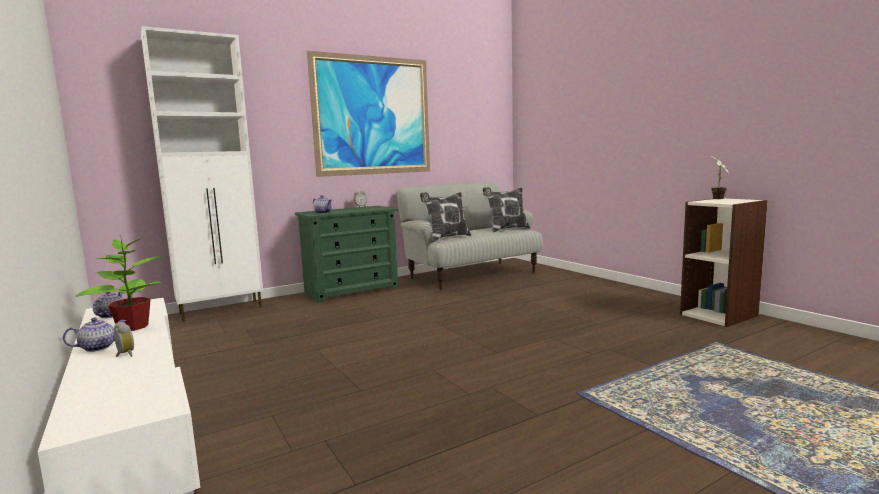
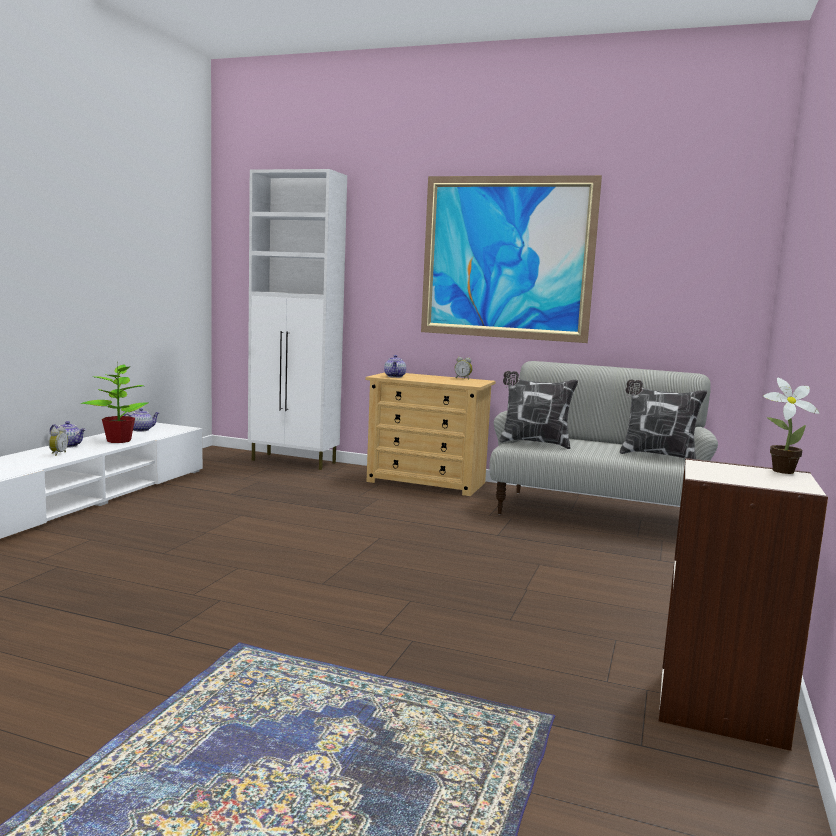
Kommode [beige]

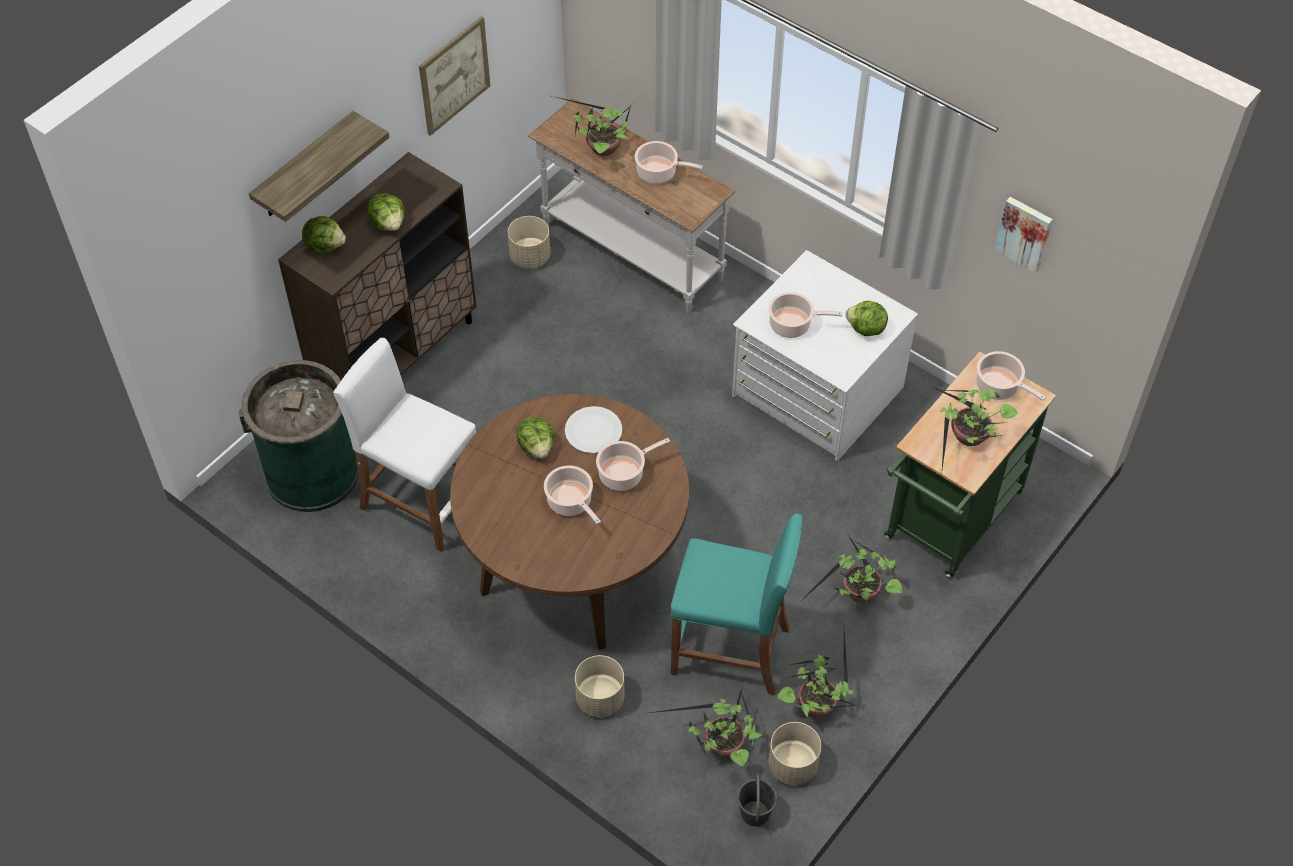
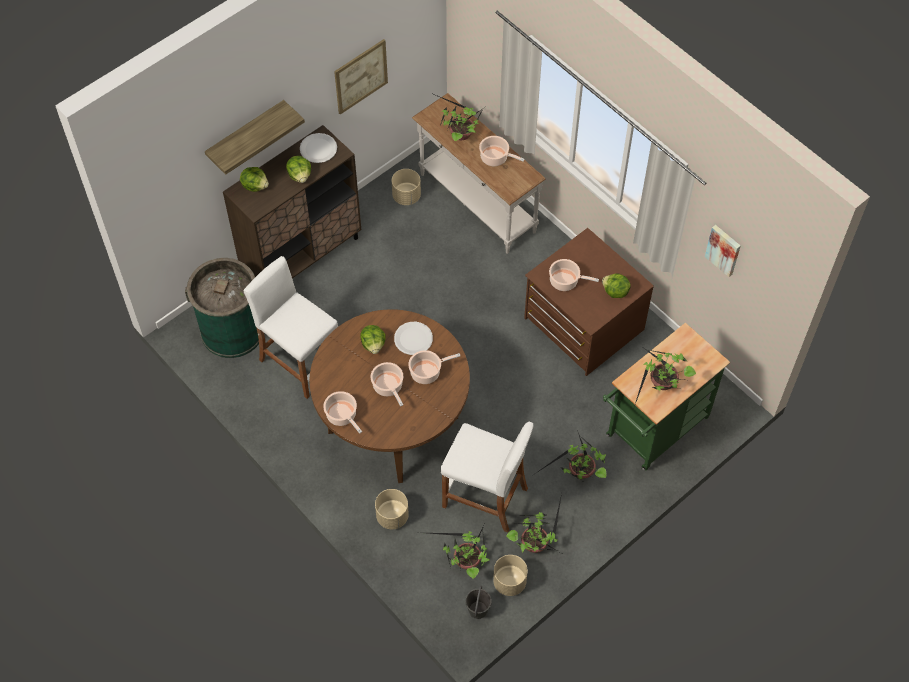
Kommode [braun]
Kochtopf (no. 1 from left)
Hocker [weiß] (no. 2 from left)
Teller [weiß] (no. 1 from left)

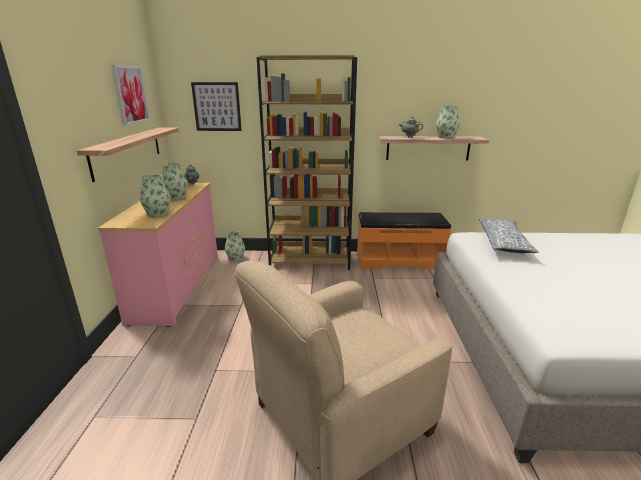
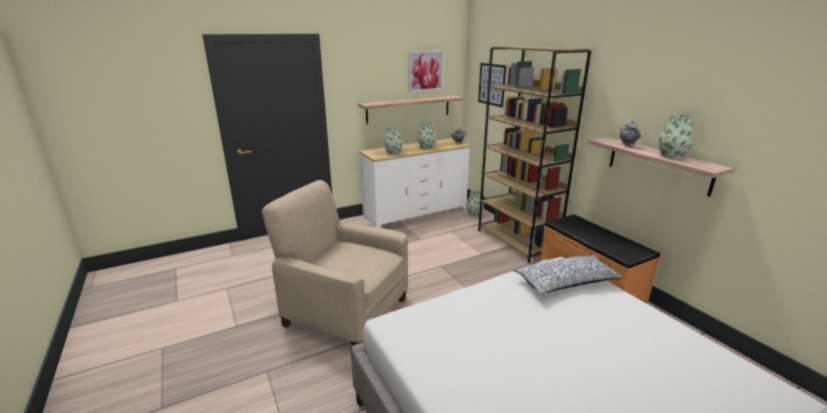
Kommode [weiß]

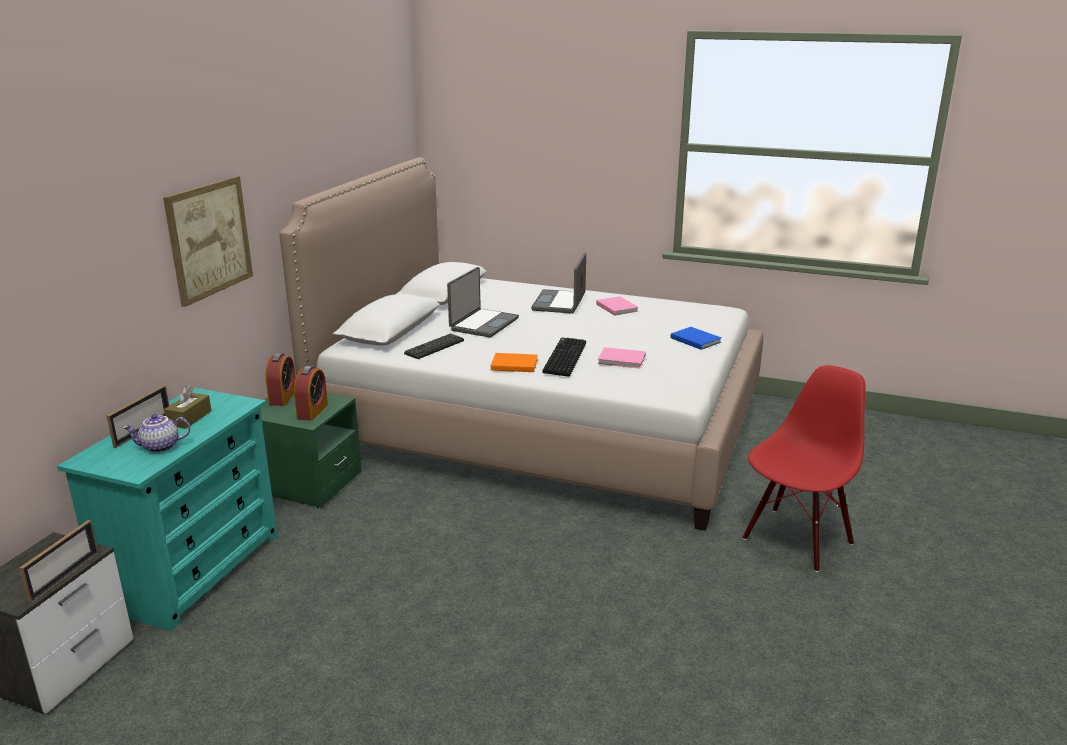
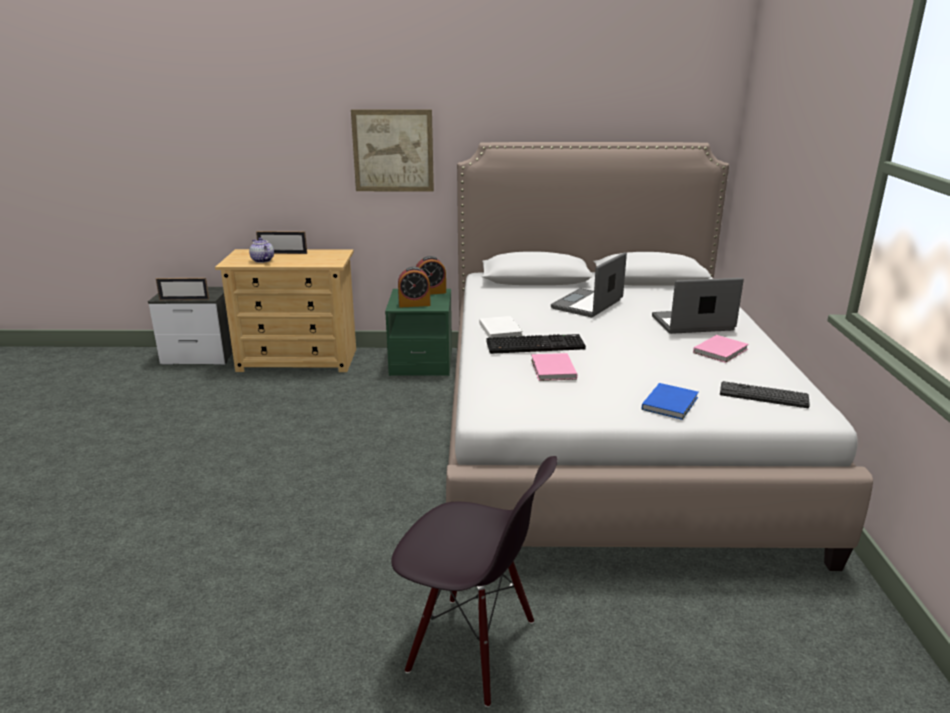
Laptop (no. 1 from left)
Tastatur (no. 2 from left)
Buch [weiß]
Stuhl [schwarz]
Taschentuchbox [braun]
Kommode [beige]

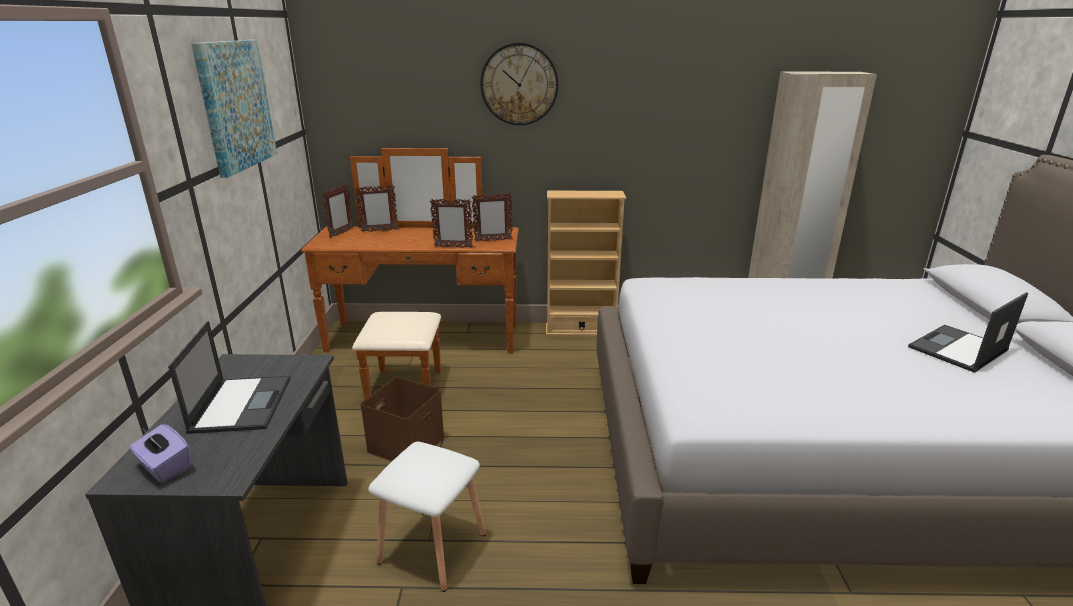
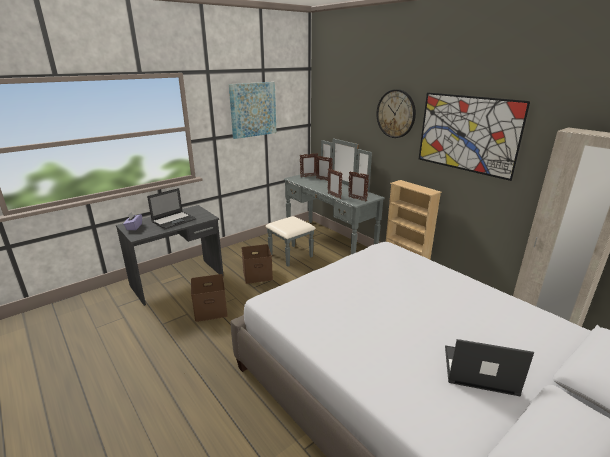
Kommode [grau]
Aufbewahrungsbox [braun] (no. 1 from left)
Bild (no. 2 from left)

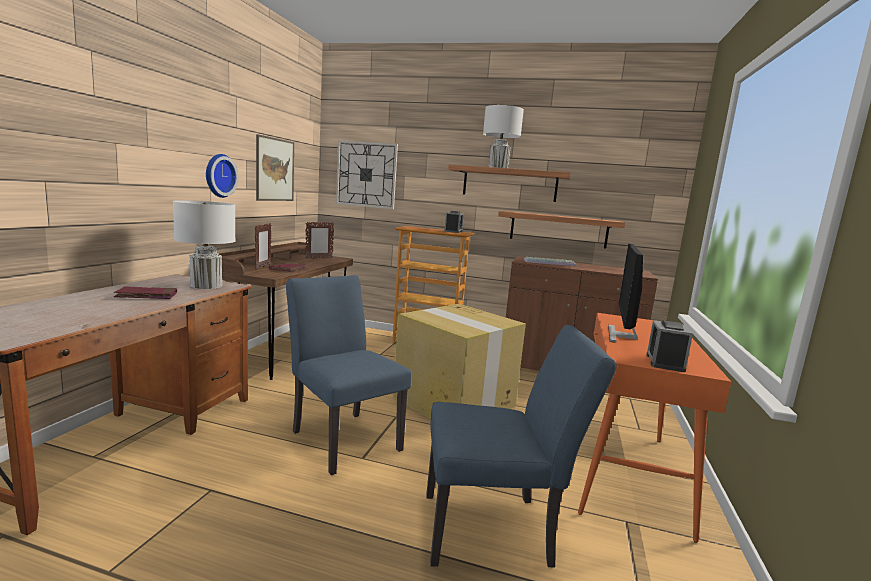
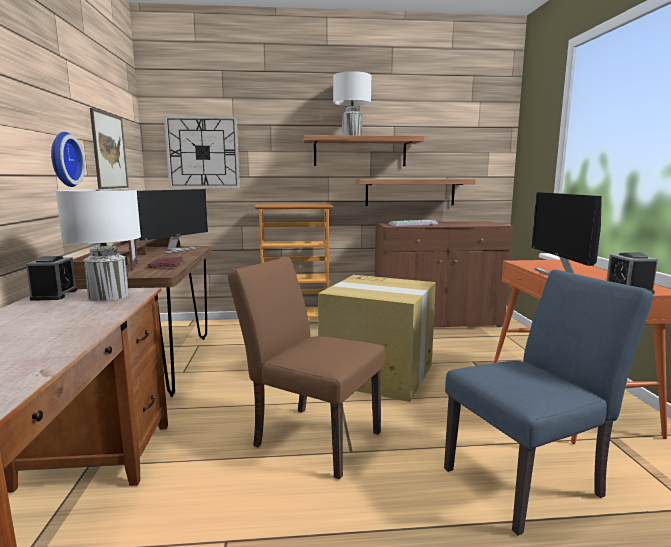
Wecker (no. 1 from left)
Monitor (no. 1 from left)
Stuhl [braun]
Buch [rot] (no. 1 from left in the first image)

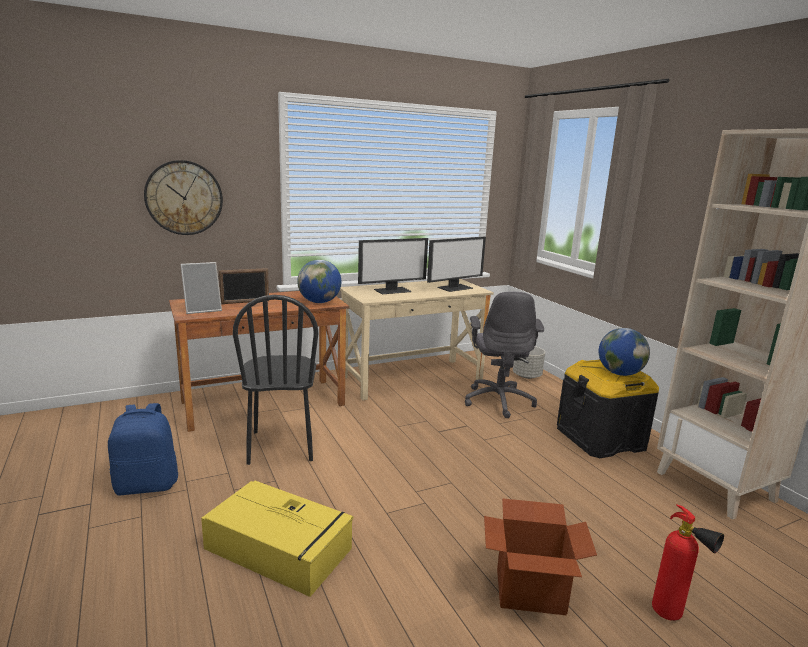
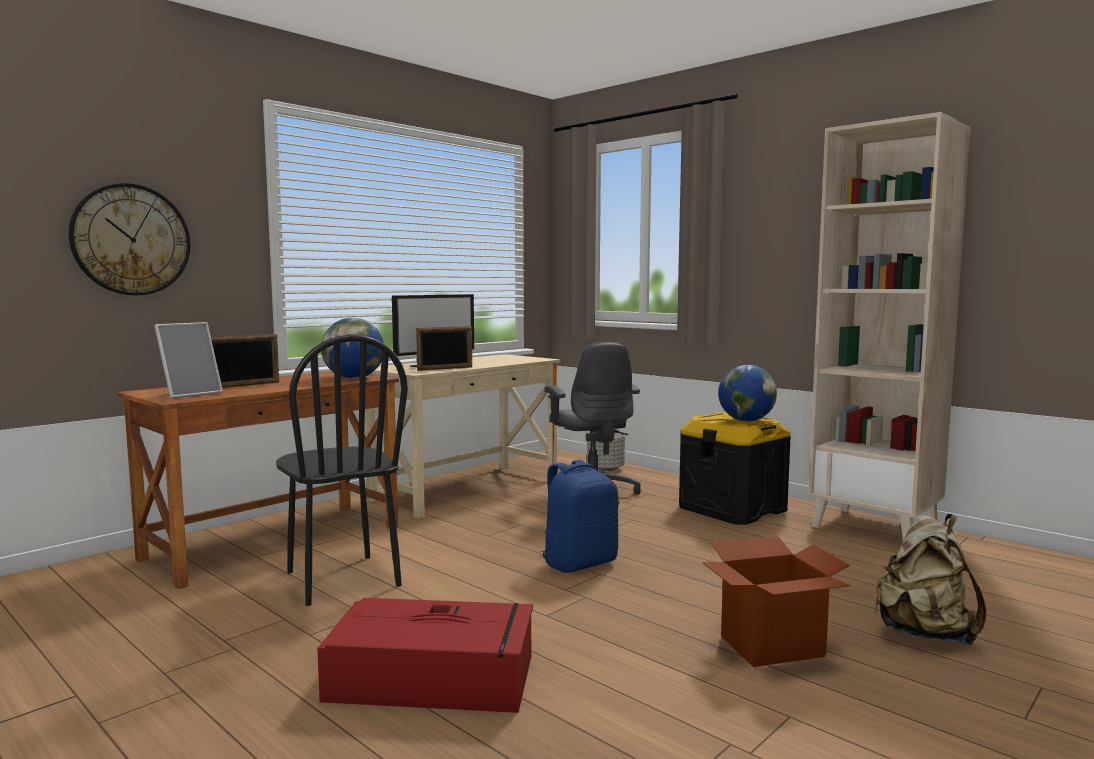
Monitor (no. 2 from left in the first image)
Rucksack [blau]
Aufbewahrungsbox [rot]
Rucksack [beige]
Bilderrahmen (no. 3 from left)

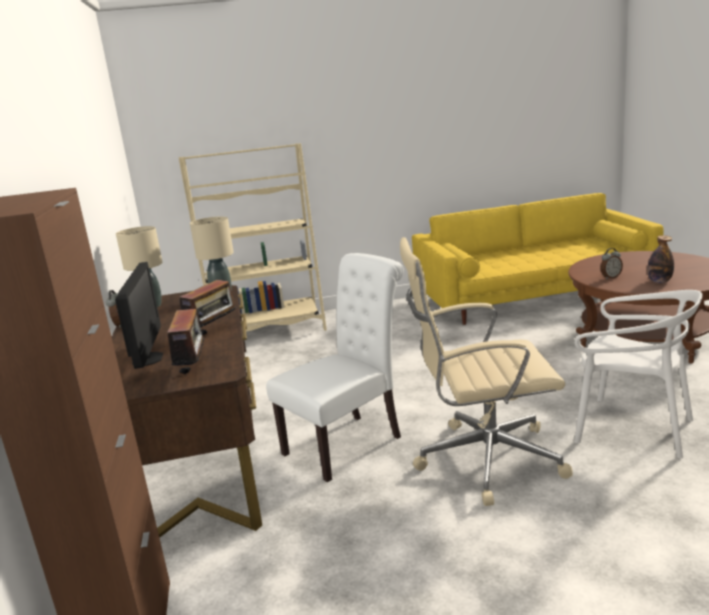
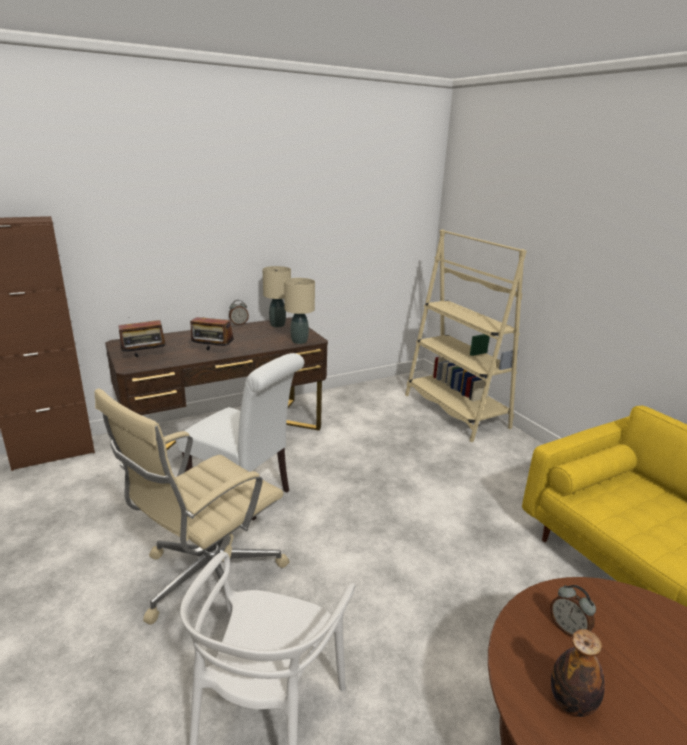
Bürostuhl [beige]
Monitor

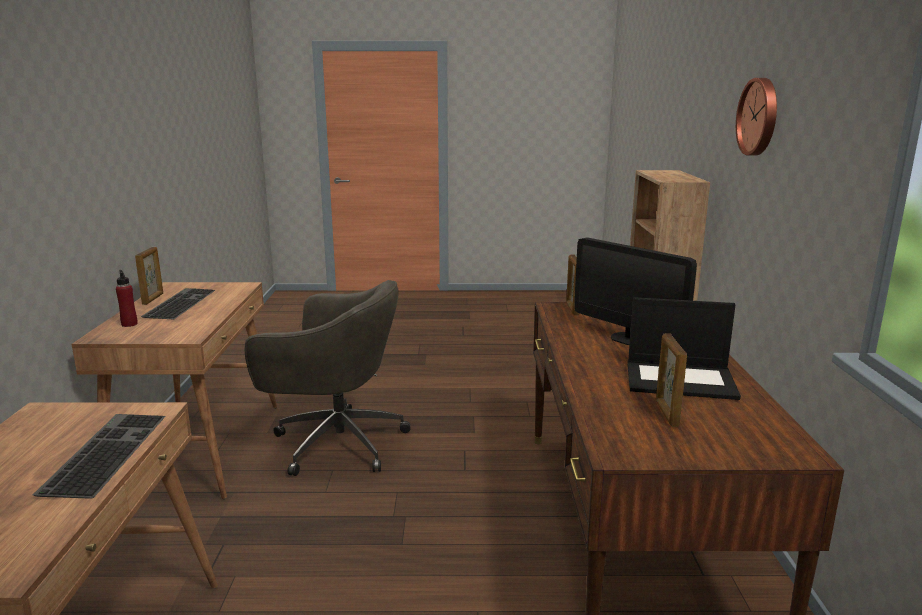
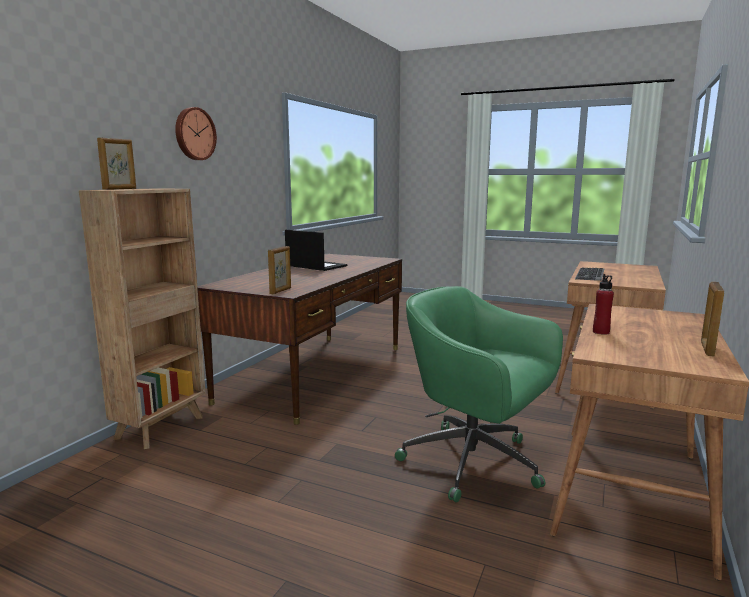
Monitor
Flasche [rot]
Bürostuhl [grün]
Tastatur (no. 2 from left in the first image)
Bilderrahmen (no. 1 from left)

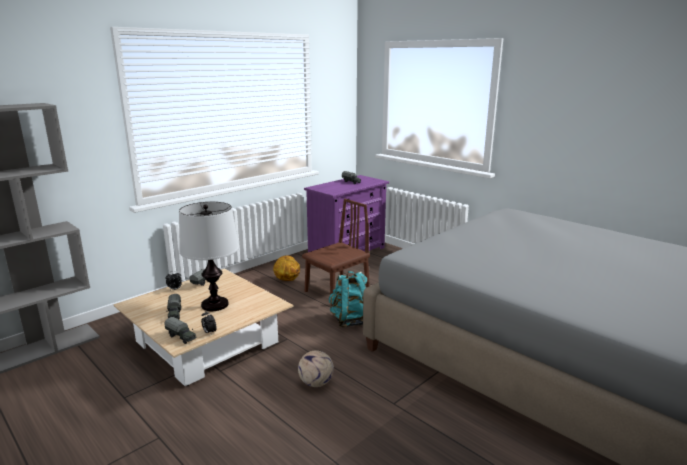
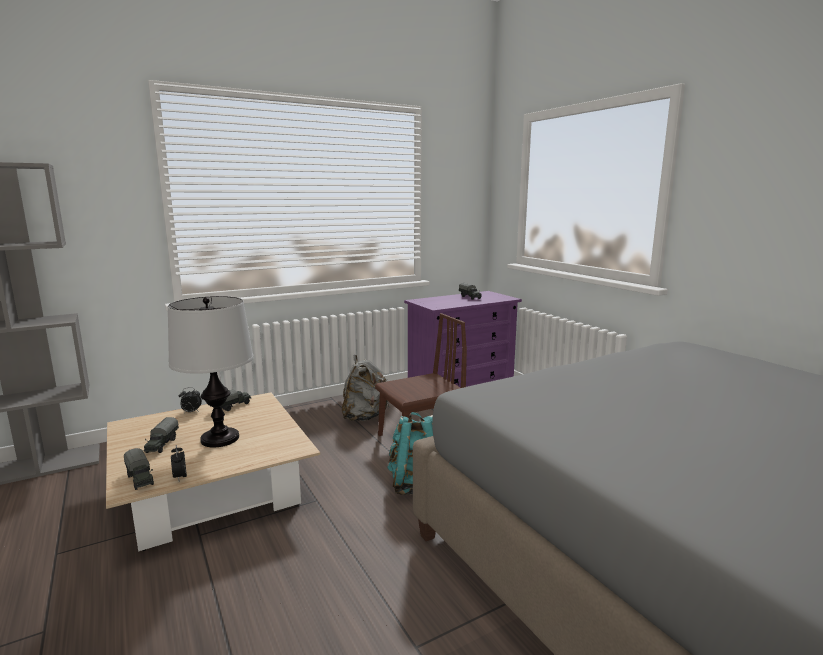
Rucksack [grau]
Fußball

